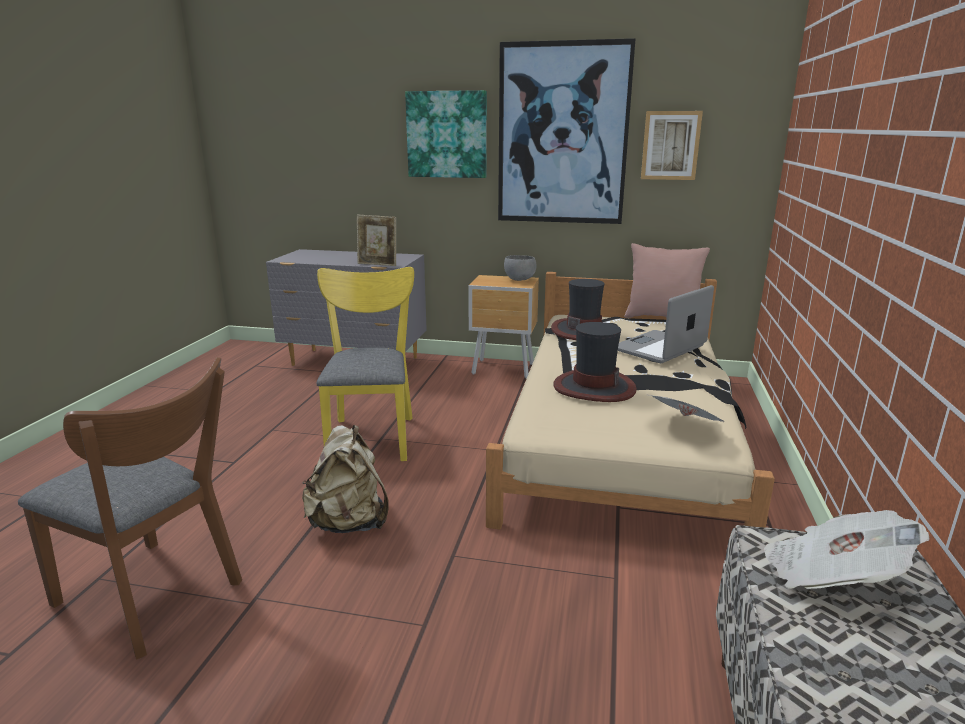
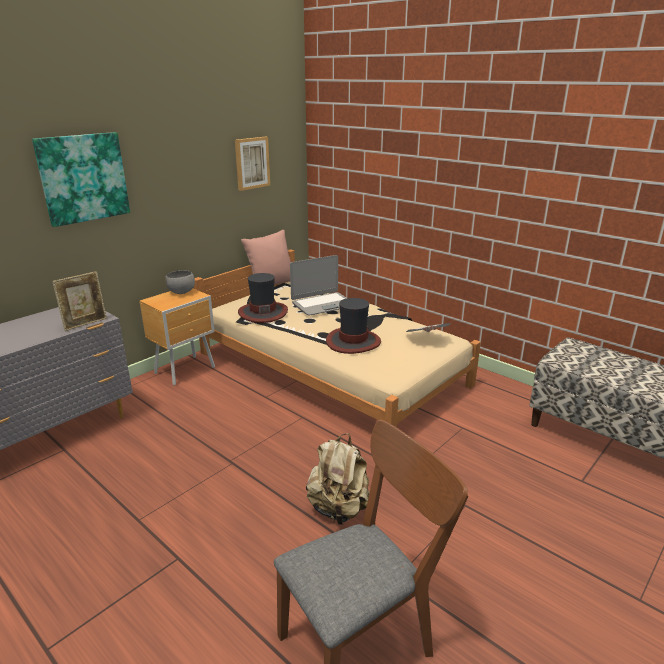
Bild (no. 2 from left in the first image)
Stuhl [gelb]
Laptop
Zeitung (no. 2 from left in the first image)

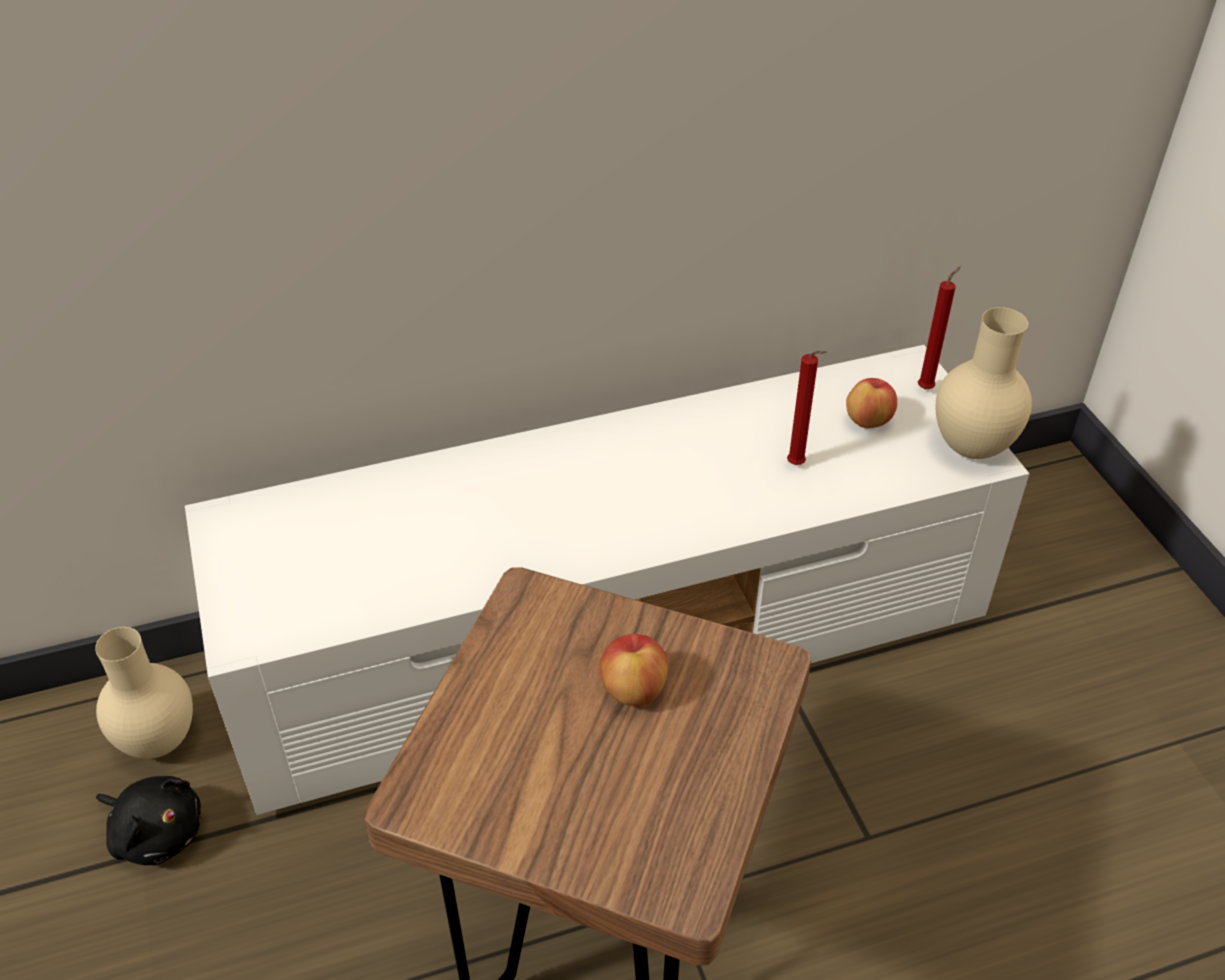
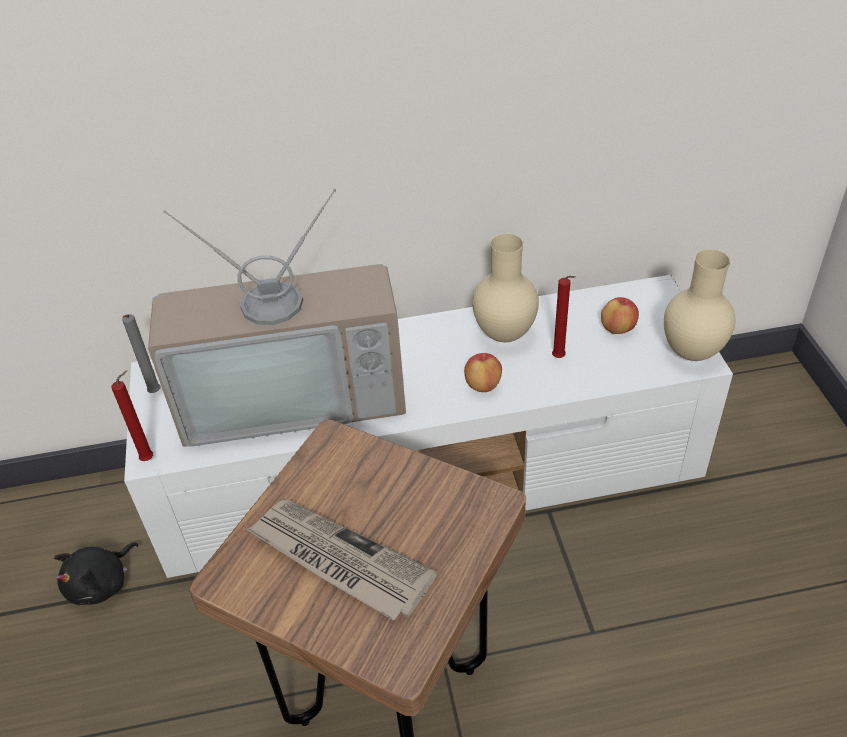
Kerze [rot] (no. 1 from left)
Vase [beige] (no. 1 from left)
Apfel (no. 1 from left)
Plüschtier [schwarz]
Fernseher
Kerze [grau]
Zeitung

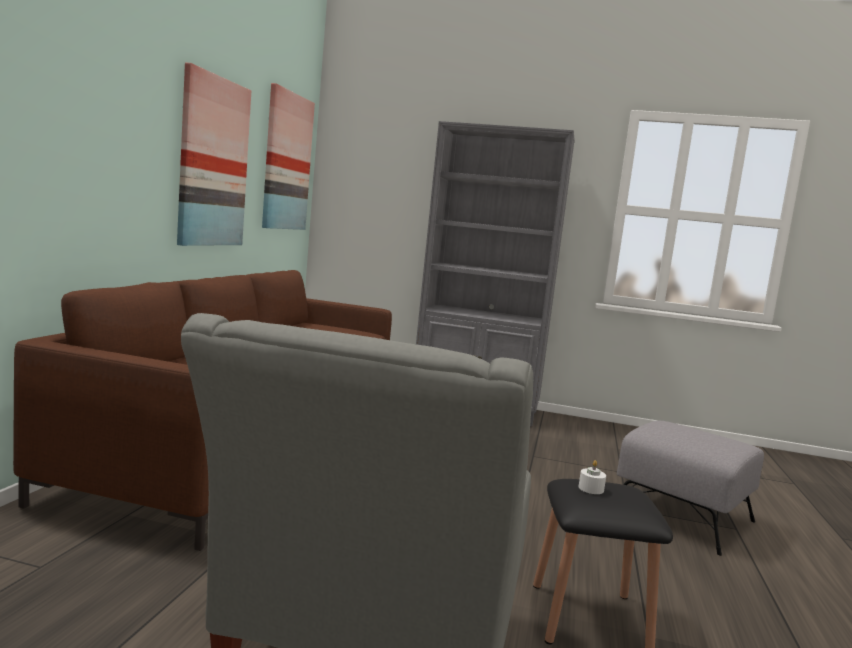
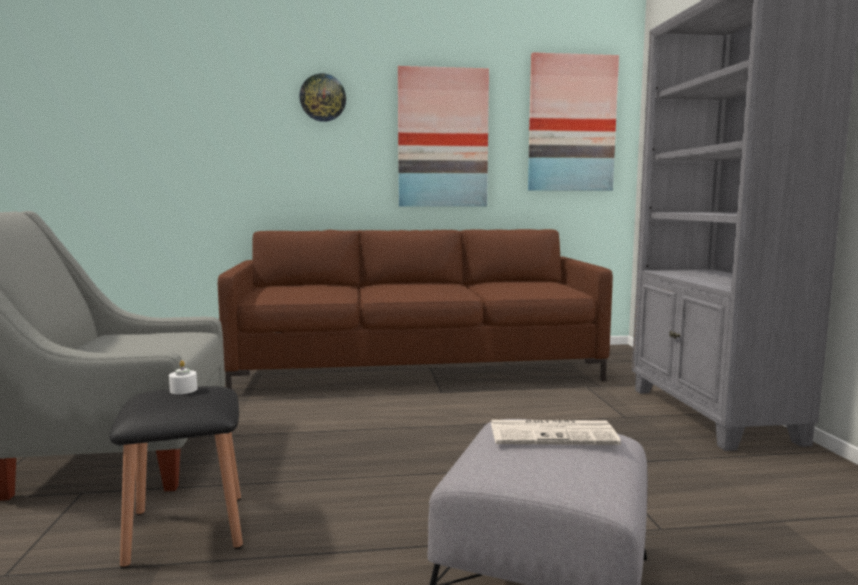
Wanduhr
Zeitung

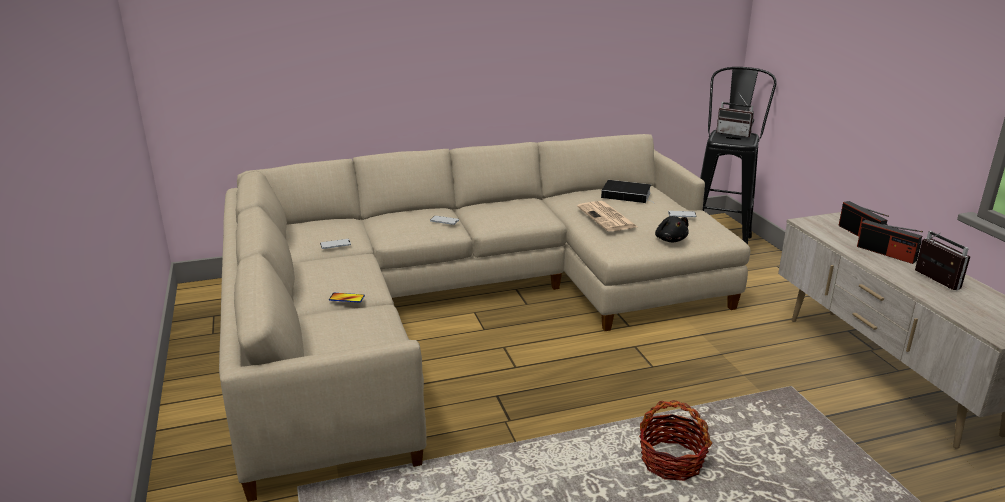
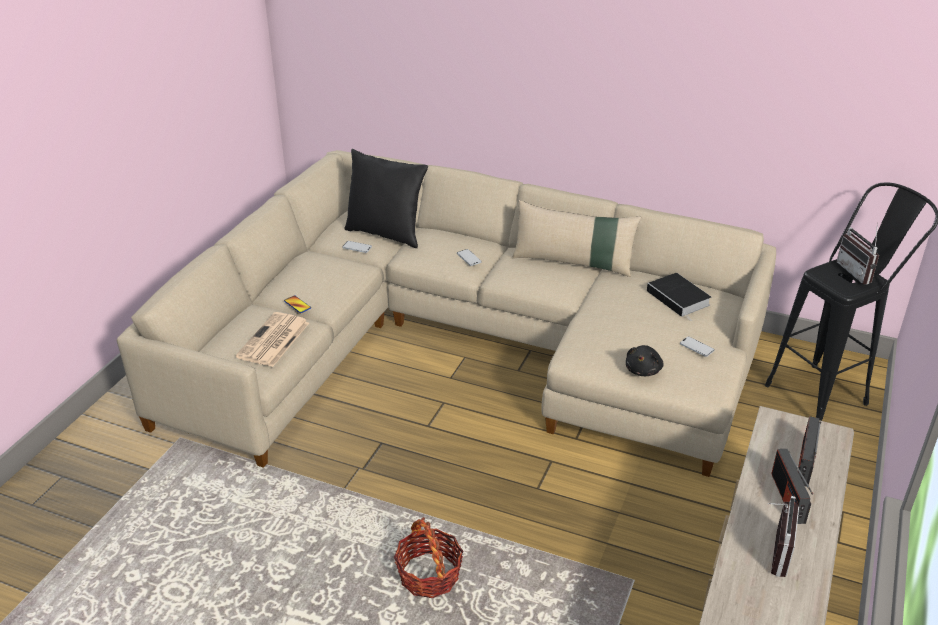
Zeitung
Kissen [schwarz]
Kissen [beige]

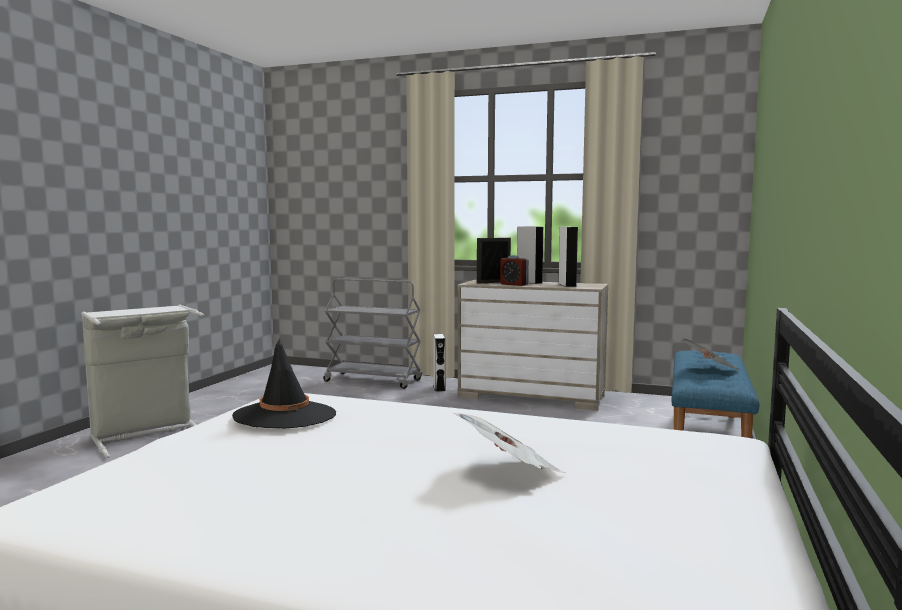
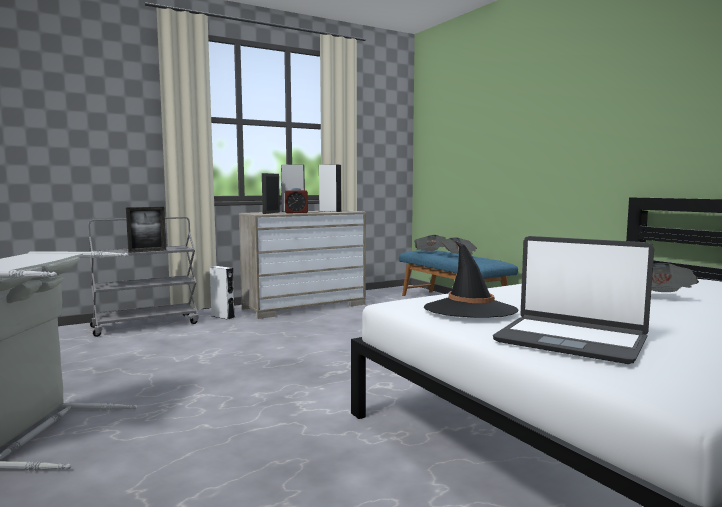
Bilderrahmen (no. 1 from left)
Zeitung (no. 1 from left)
Laptop

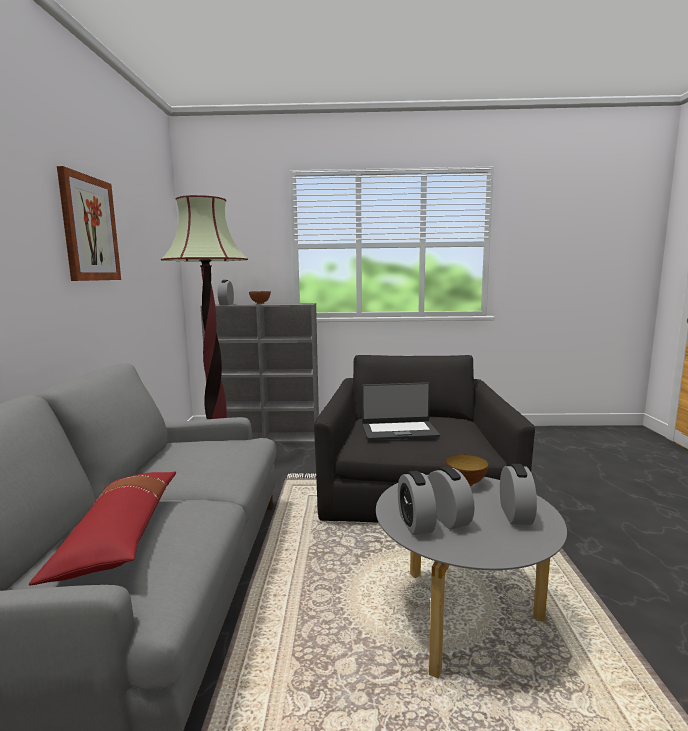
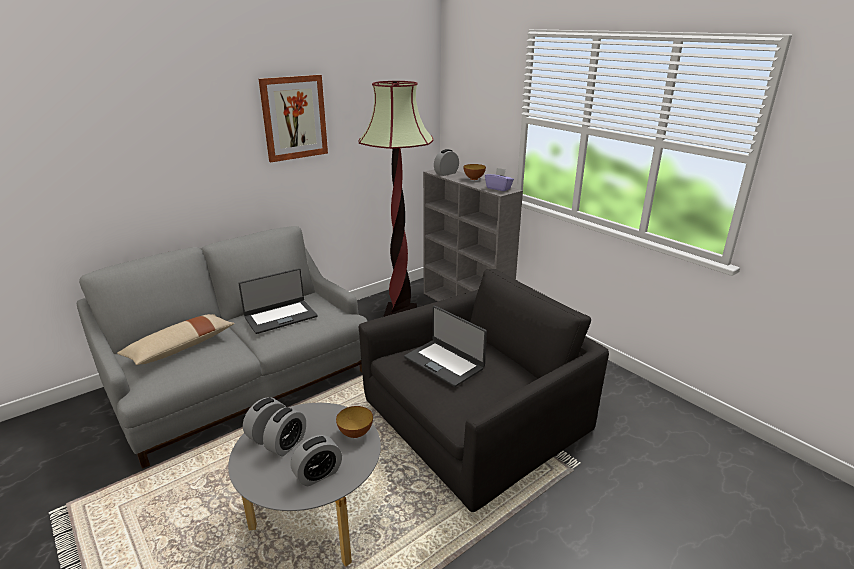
Kissen [beige]
Taschentuchbox [lila]
Laptop (no. 1 from left)

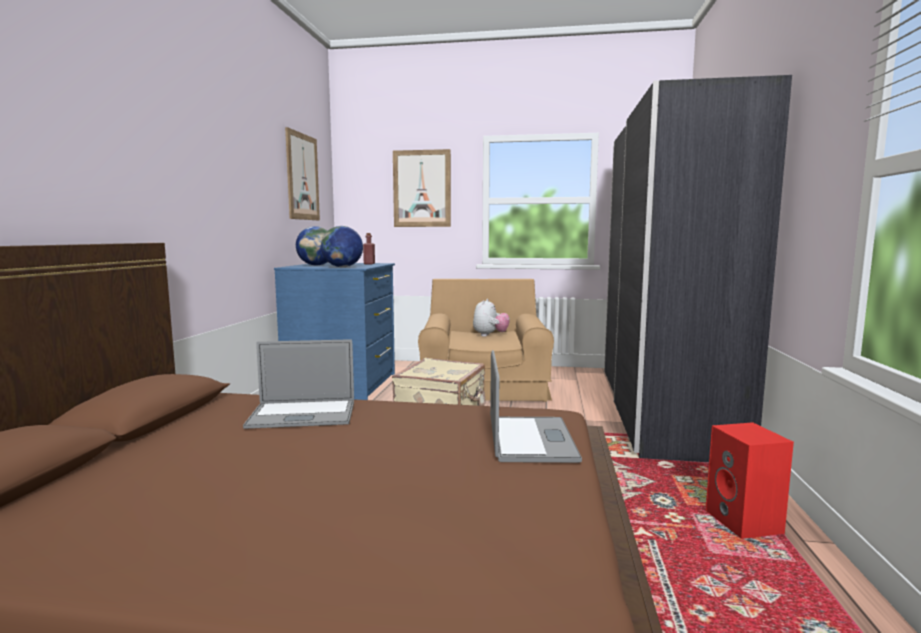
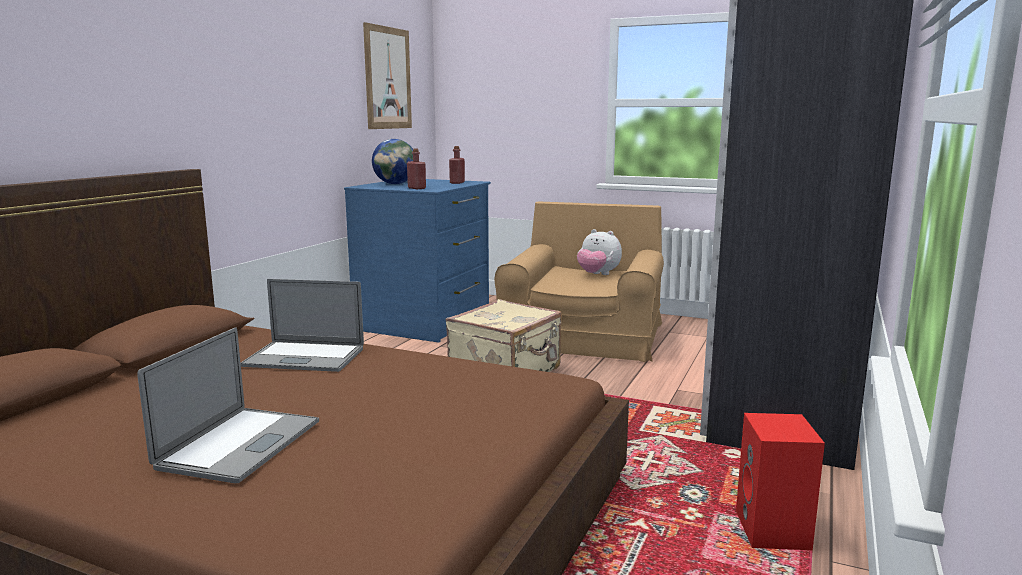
Bild (no. 2 from left in the first image)
Flasche [rot] (no. 1 from left)
Plüschtier
Laptop (no. 1 from left)

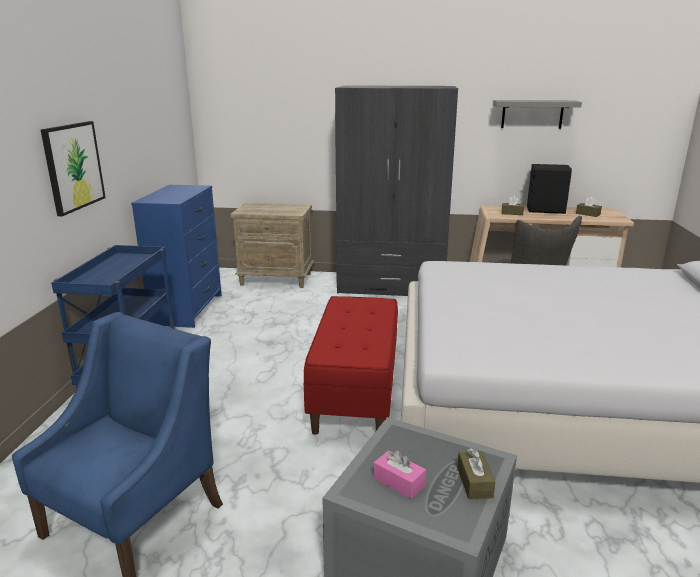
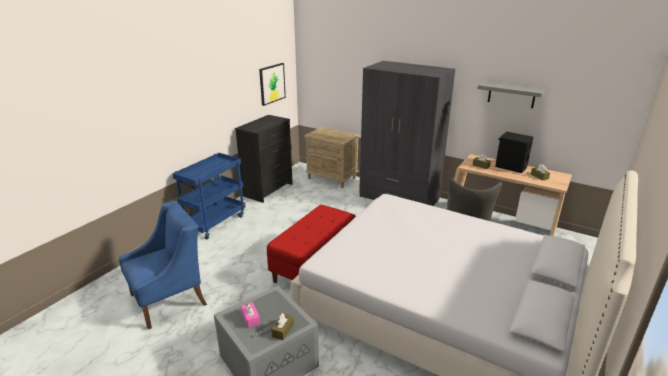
Bild
Kommode [schwarz]

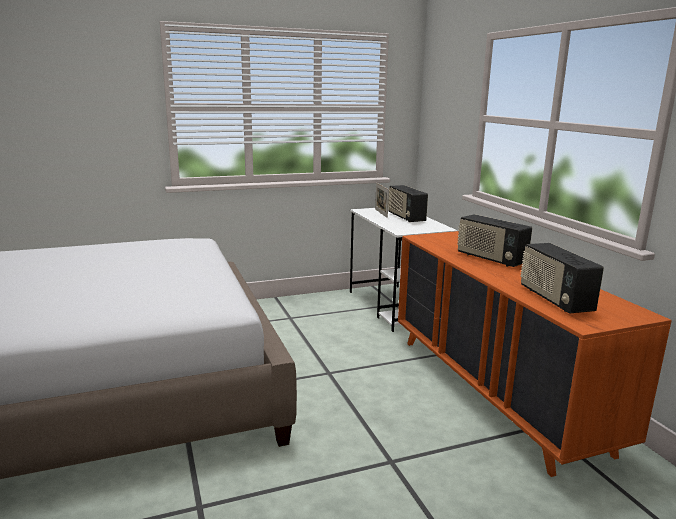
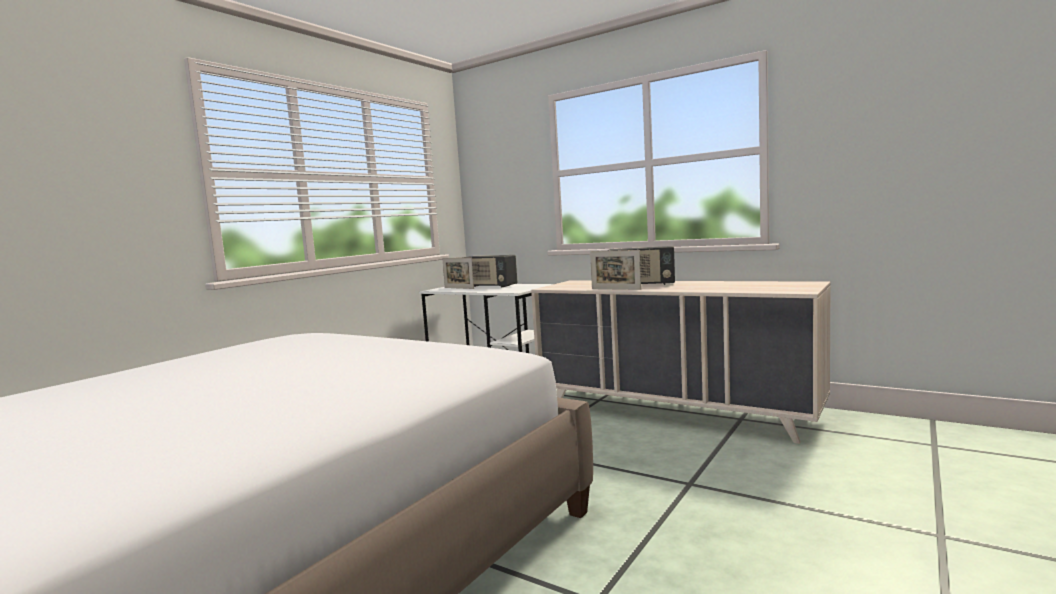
Kommode [beige]
Radio (no. 3 from left in the first image)
Bilderrahmen (no. 2 from left)

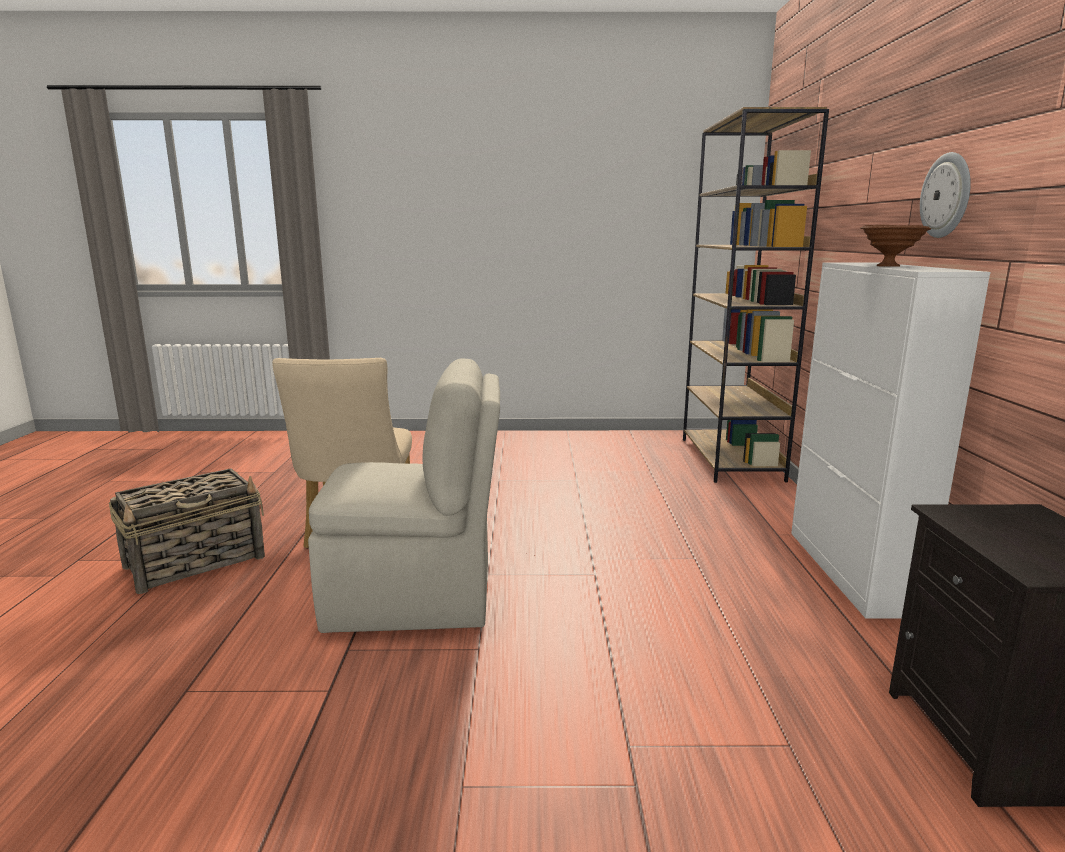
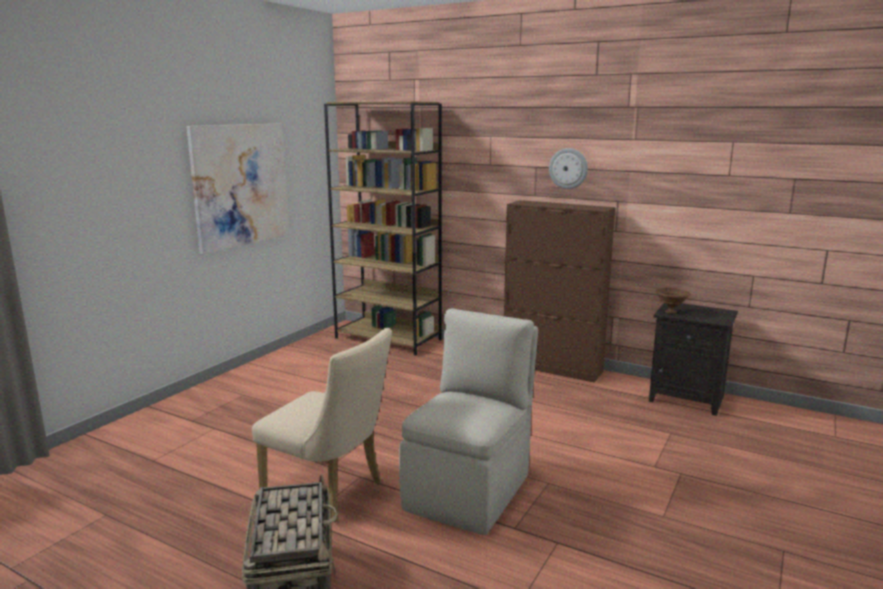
Schüssel [braun]
Schrank [braun]
Bild

